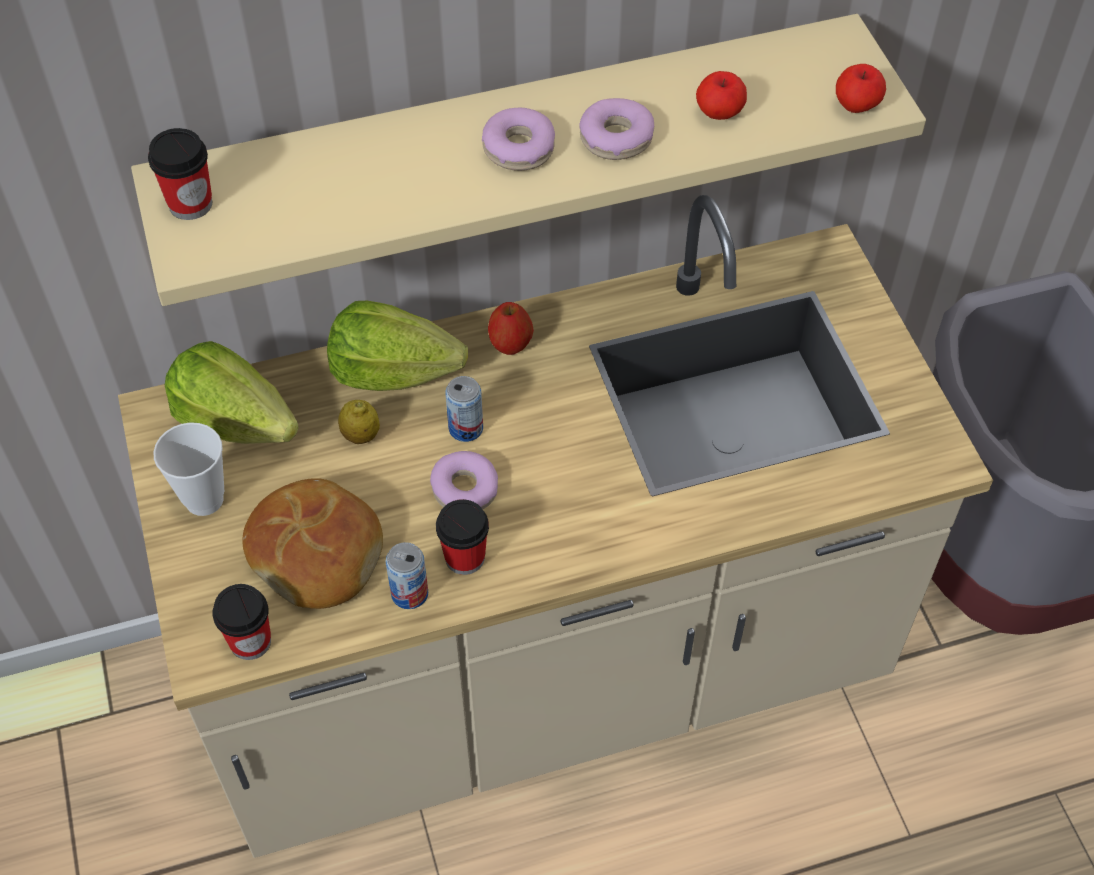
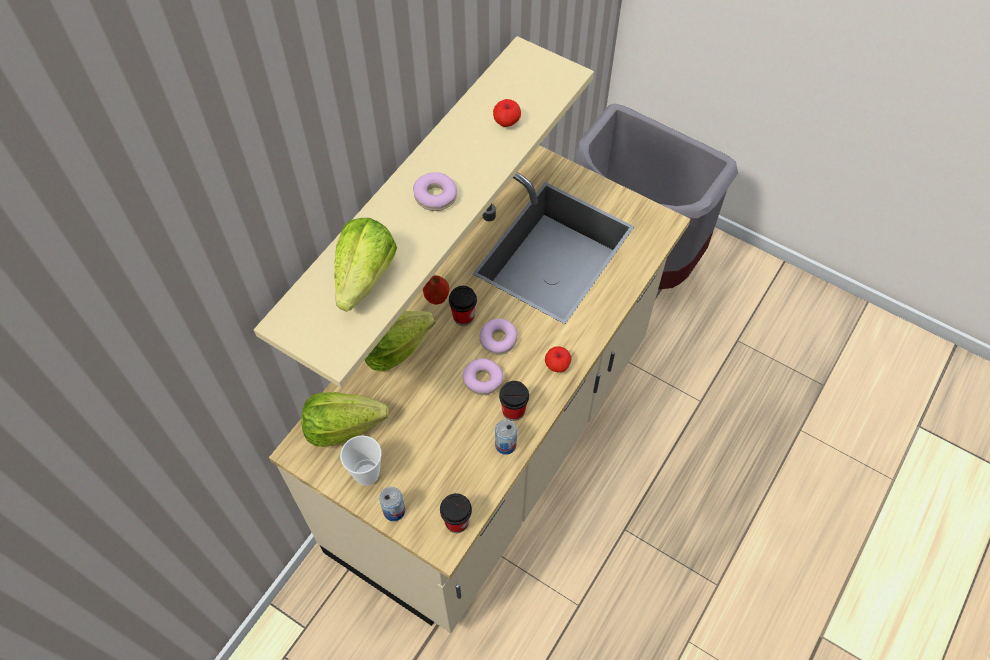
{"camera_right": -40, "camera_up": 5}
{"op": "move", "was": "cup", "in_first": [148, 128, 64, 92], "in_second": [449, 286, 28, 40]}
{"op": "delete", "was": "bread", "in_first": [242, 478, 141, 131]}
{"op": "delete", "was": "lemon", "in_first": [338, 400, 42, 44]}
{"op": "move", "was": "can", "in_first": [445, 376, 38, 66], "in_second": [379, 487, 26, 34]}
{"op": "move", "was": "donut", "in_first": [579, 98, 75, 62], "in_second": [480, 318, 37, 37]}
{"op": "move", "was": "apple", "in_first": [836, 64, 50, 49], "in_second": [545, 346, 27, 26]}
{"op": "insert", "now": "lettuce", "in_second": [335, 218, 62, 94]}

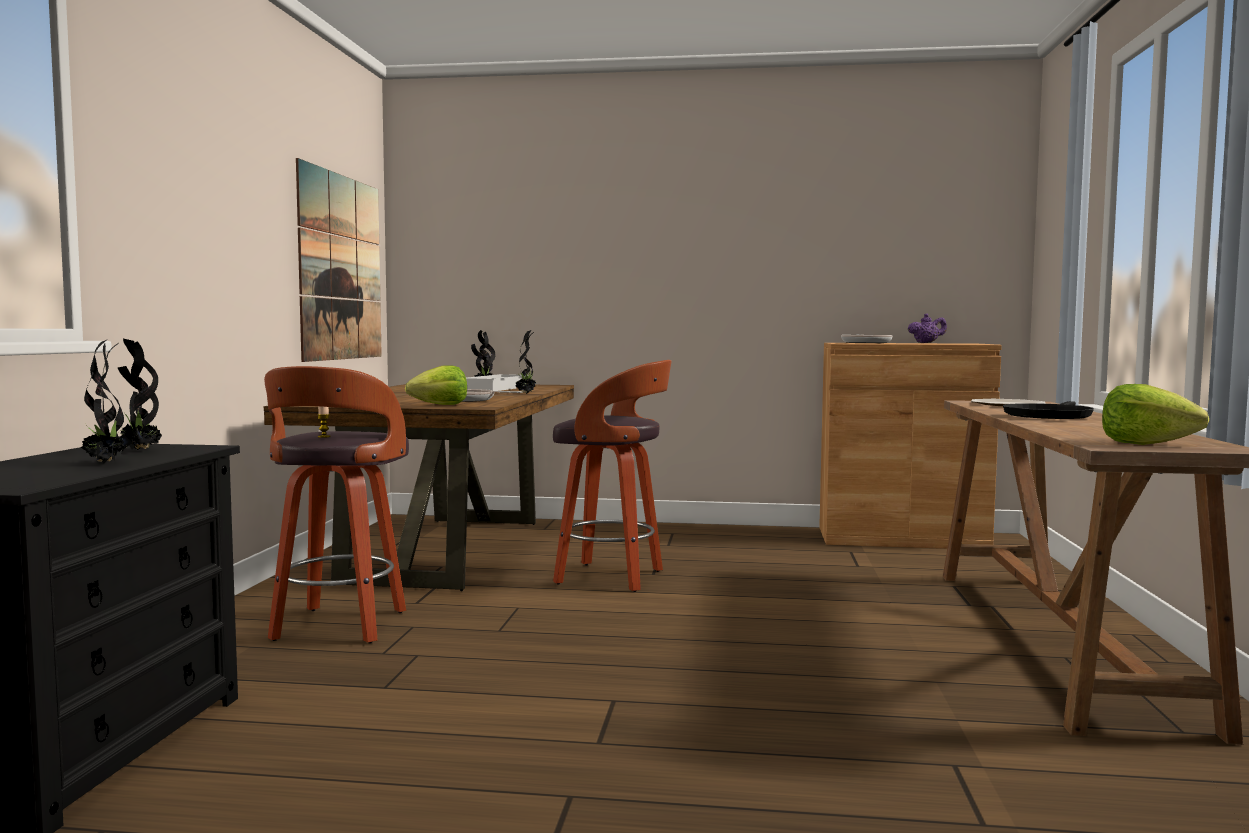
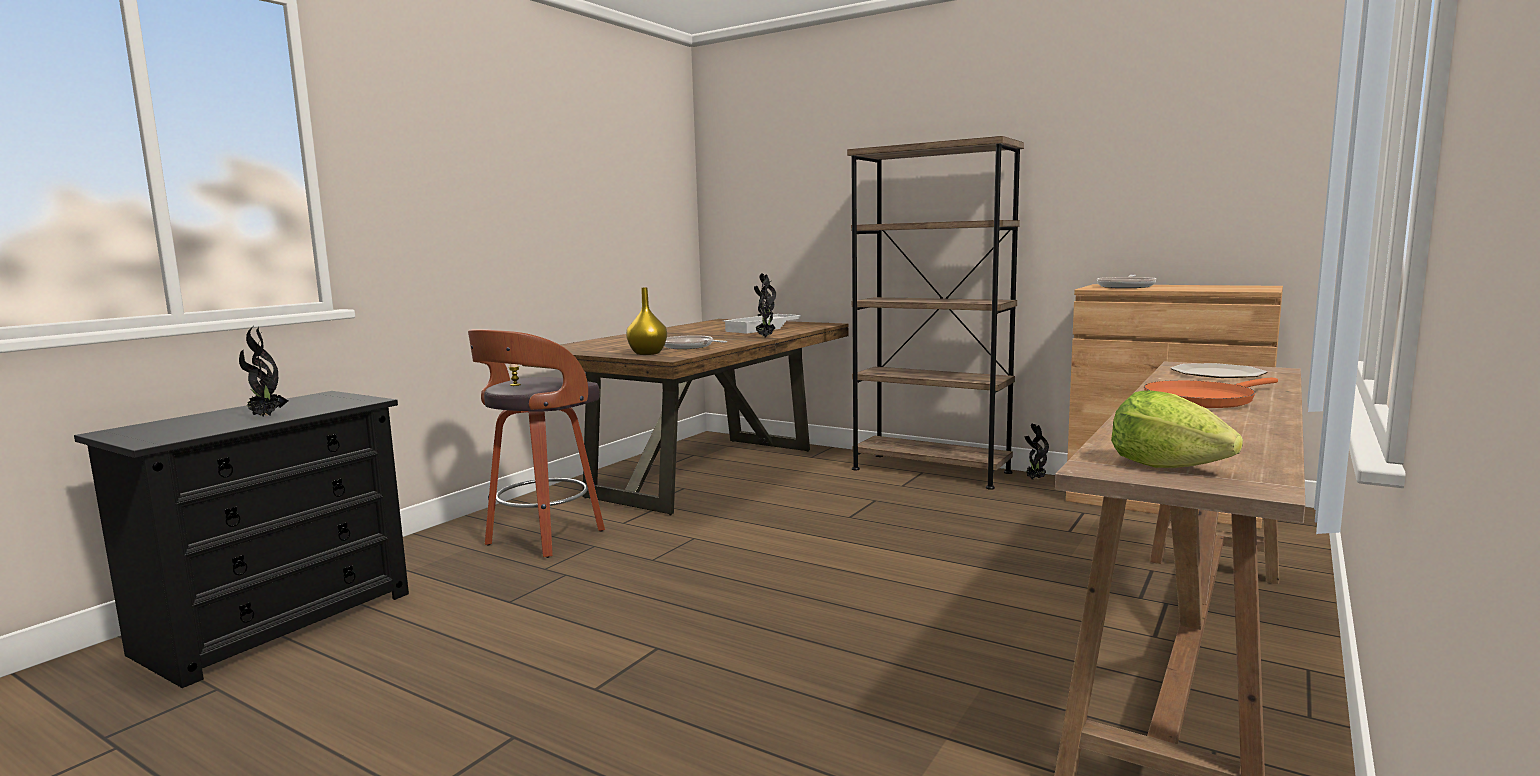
{"camera_right": 25, "camera_up": 5}
{"op": "move", "was": "potted plant", "in_first": [118, 339, 44, 111], "in_second": [1024, 423, 25, 56]}
{"op": "delete", "was": "picture", "in_first": [296, 158, 86, 204]}
{"op": "replace", "was": "lettuce", "now": "yellow vase", "in_first": [405, 365, 62, 40], "in_second": [626, 287, 41, 68]}
{"op": "delete", "was": "stool", "in_first": [553, 360, 119, 232]}
{"op": "delete", "was": "purple teapot", "in_first": [908, 313, 39, 30]}
{"op": "recolor", "was": "black frying pan", "now": "orange frying pan", "in_first": [1003, 401, 91, 18], "in_second": [1144, 377, 134, 31]}
{"op": "insert", "now": "brown bookcase", "in_second": [847, 136, 177, 354]}

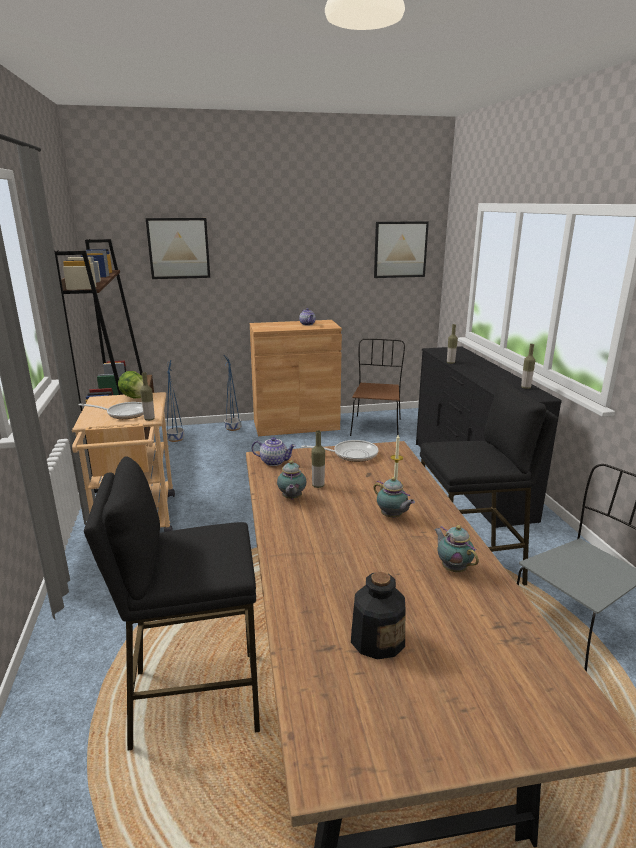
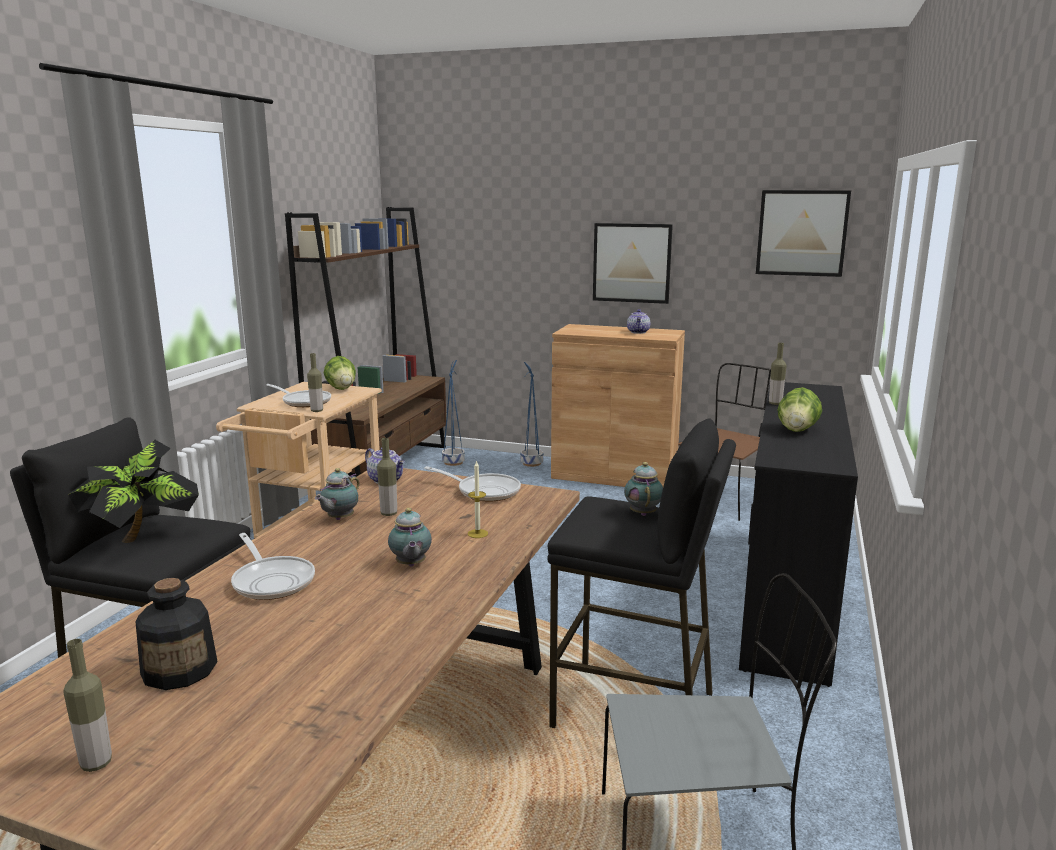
{"camera_right": 30, "camera_up": -5}
{"op": "move", "was": "picture", "in_first": [146, 218, 64, 61], "in_second": [593, 223, 80, 81]}
{"op": "move", "was": "teapot", "in_first": [434, 525, 45, 47], "in_second": [624, 462, 39, 54]}
{"op": "move", "was": "bottle", "in_first": [521, 344, 14, 45], "in_second": [63, 639, 49, 133]}
{"op": "insert", "now": "potted plant", "in_second": [68, 440, 131, 103]}
{"op": "insert", "now": "frying pan", "in_second": [231, 533, 84, 67]}
{"op": "insert", "now": "lettuce", "in_second": [777, 387, 45, 45]}

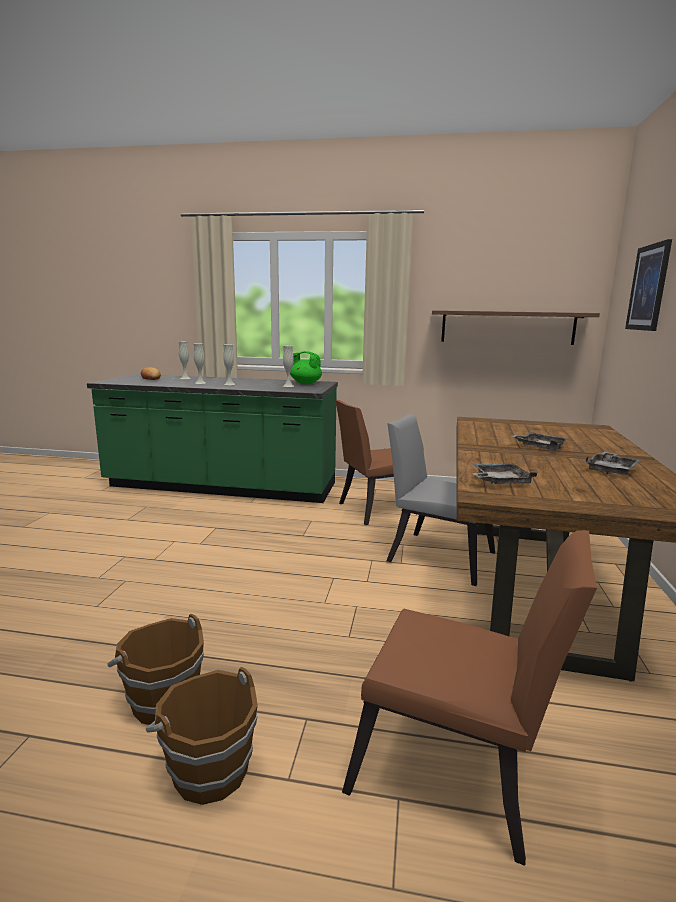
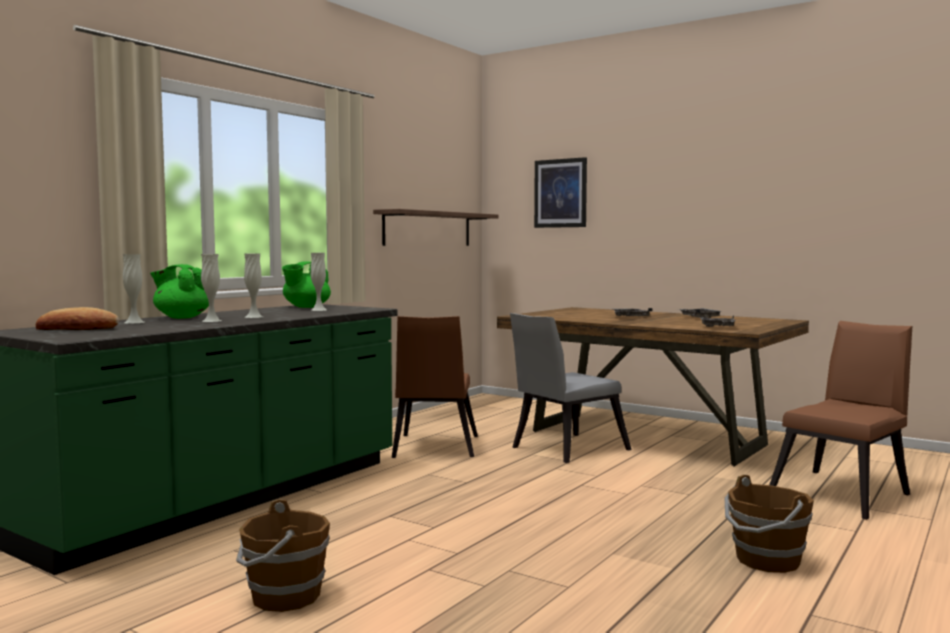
{"camera_right": -65, "camera_up": -10}
{"op": "move", "was": "brown bucket", "in_first": [146, 667, 112, 138], "in_second": [236, 499, 94, 113]}
{"op": "insert", "now": "green teapot", "in_second": [150, 264, 59, 55]}

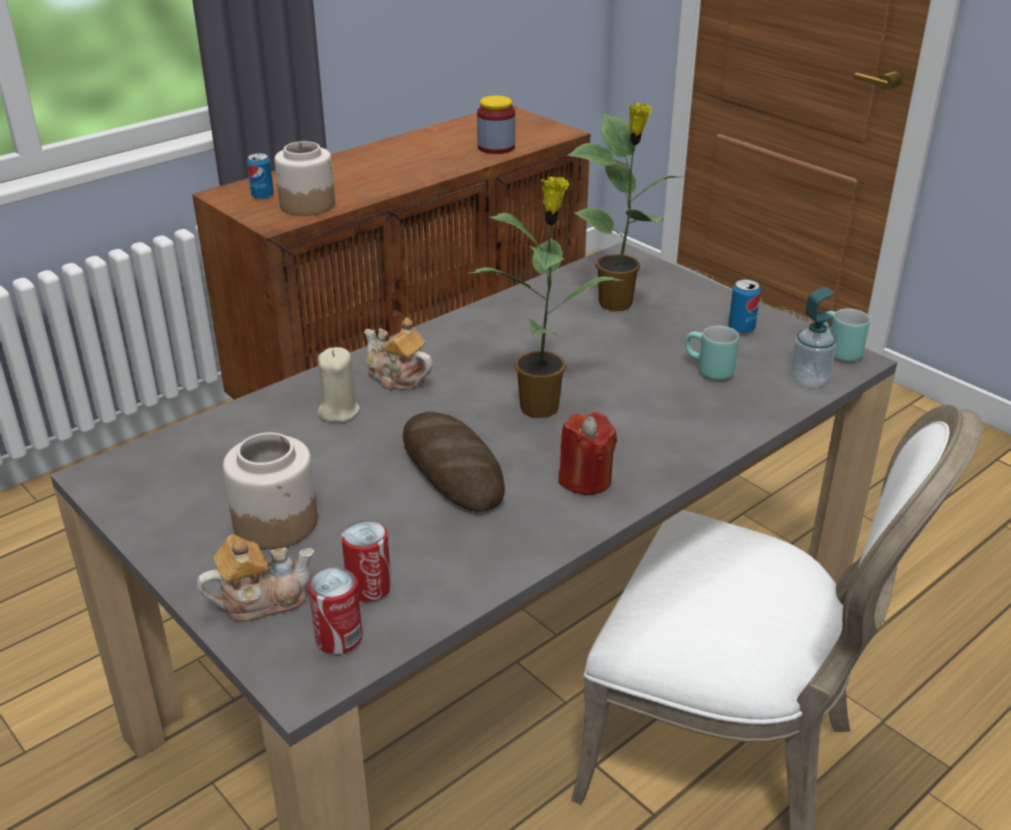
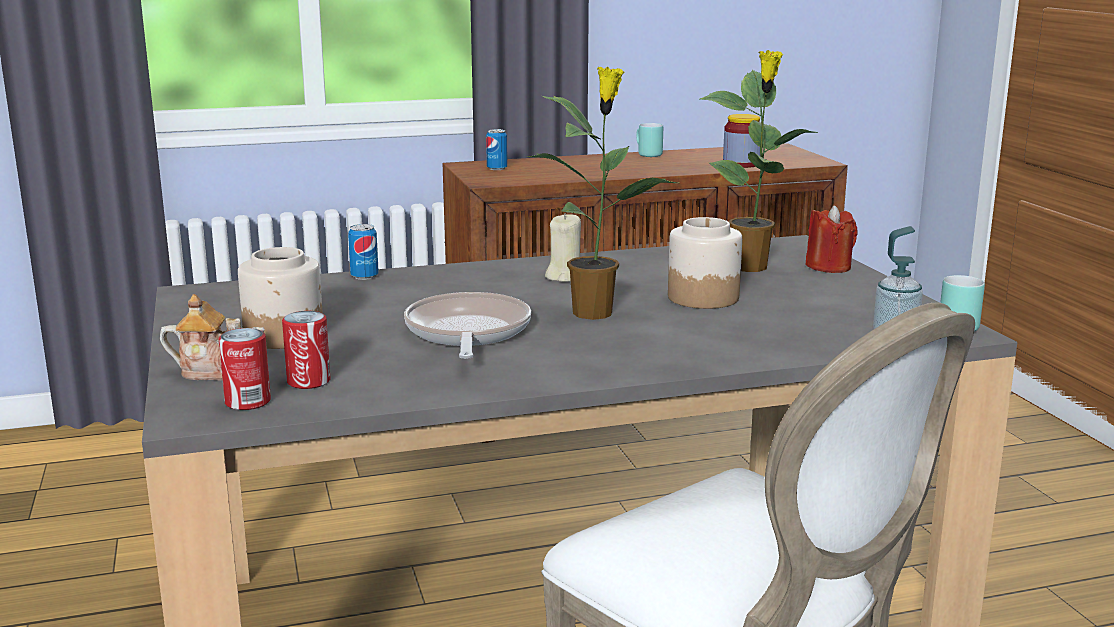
{"camera_right": 25, "camera_up": -15}
{"op": "move", "was": "jar", "in_first": [274, 141, 61, 75], "in_second": [668, 217, 74, 92]}
{"op": "move", "was": "beige candle", "in_first": [318, 347, 42, 75], "in_second": [545, 213, 36, 69]}
{"op": "delete", "was": "teapot", "in_first": [364, 317, 69, 73]}
{"op": "replace", "was": "bread", "now": "frying pan", "in_first": [403, 412, 102, 100], "in_second": [404, 292, 127, 67]}
{"op": "move", "was": "red candle", "in_first": [559, 412, 58, 83], "in_second": [805, 205, 53, 68]}
{"op": "move", "was": "turquoise mug", "in_first": [685, 326, 54, 55], "in_second": [636, 123, 27, 34]}
{"op": "move", "was": "can", "in_first": [728, 279, 33, 55], "in_second": [348, 224, 31, 56]}

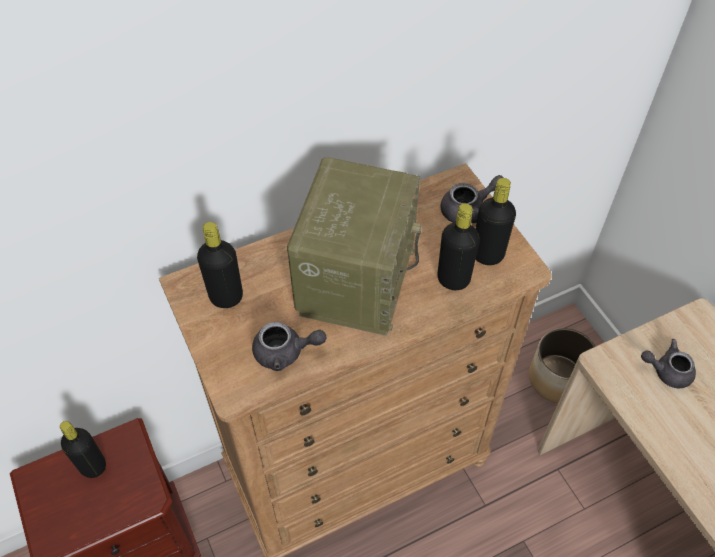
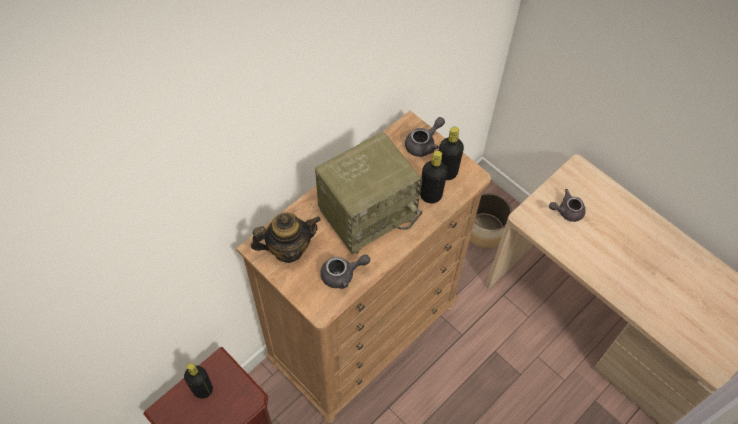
{"camera_right": -20, "camera_up": 5}
{"op": "replace", "was": "black bottle", "now": "teapot", "in_first": [197, 222, 46, 86], "in_second": [251, 212, 70, 51]}
{"op": "rotate", "was": "radio", "in_first": [287, 157, 134, 179], "in_second": [315, 132, 107, 122], "clockwise": 60}

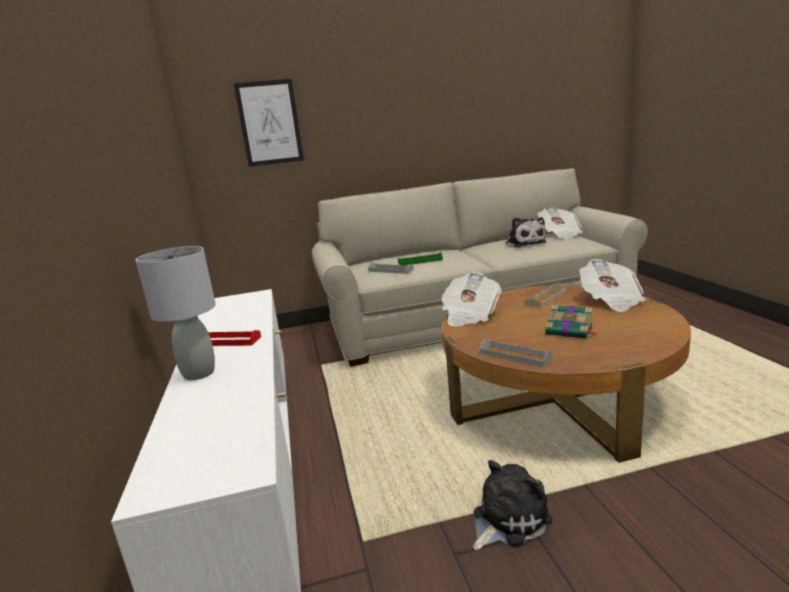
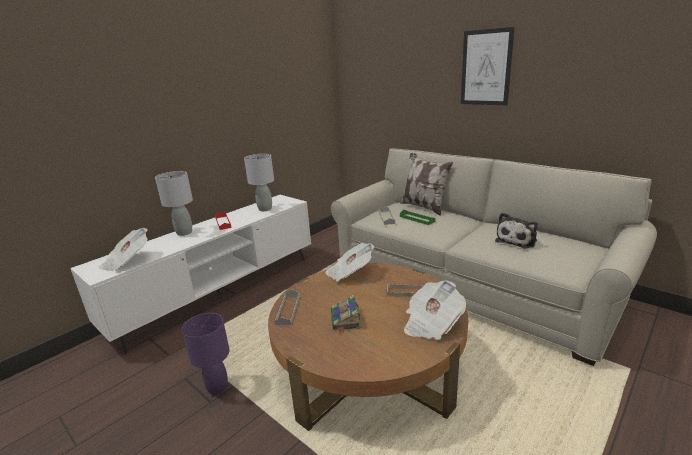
{"camera_right": 55, "camera_up": 5}
{"op": "move", "was": "picture", "in_first": [234, 79, 70, 88], "in_second": [461, 27, 54, 78]}
{"op": "replace", "was": "plush toy", "now": "purple table lamp", "in_first": [473, 460, 79, 91], "in_second": [182, 313, 48, 82]}
{"op": "move", "was": "newspaper", "in_first": [537, 208, 46, 31], "in_second": [99, 228, 49, 43]}
{"op": "insert", "now": "grey table lamp", "in_second": [244, 154, 30, 57]}
{"op": "insert", "now": "pillow", "in_second": [400, 153, 53, 63]}

